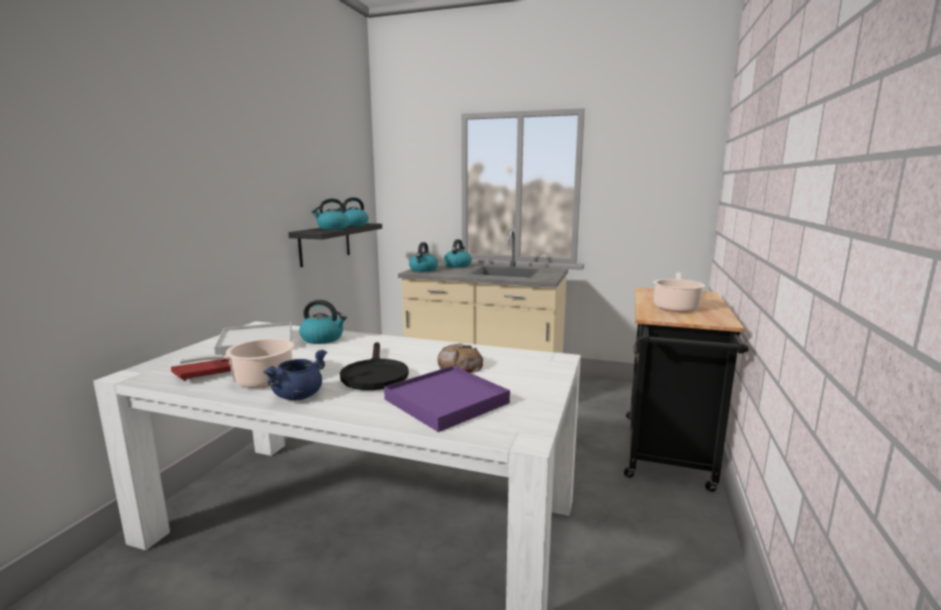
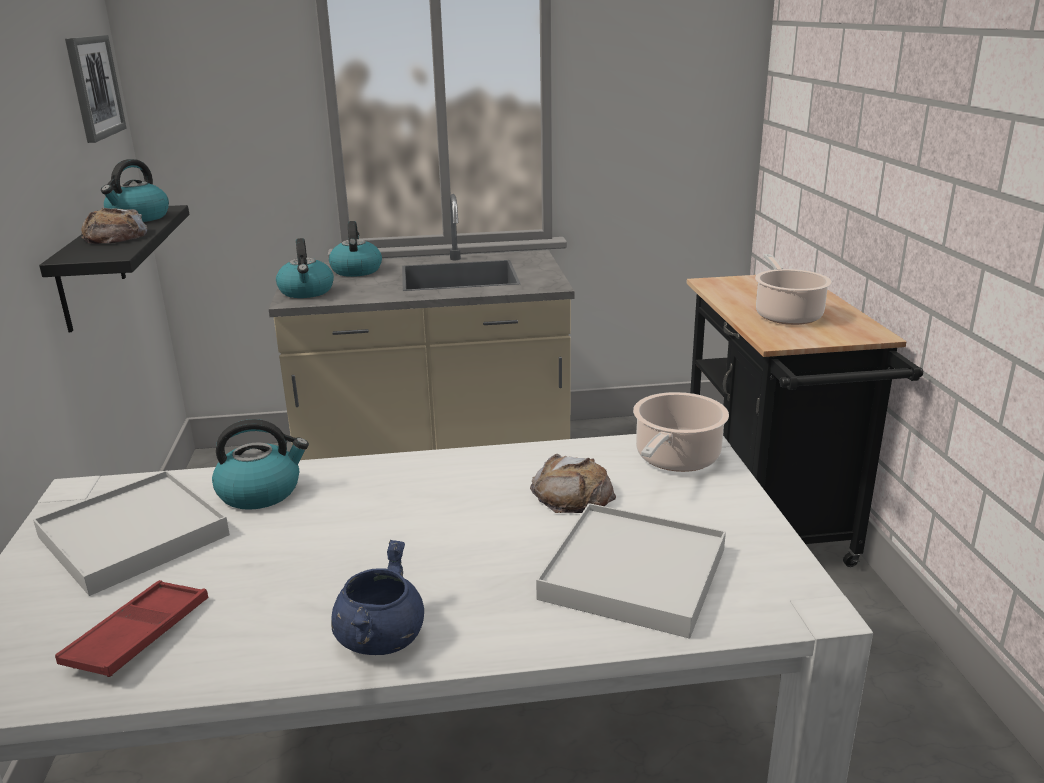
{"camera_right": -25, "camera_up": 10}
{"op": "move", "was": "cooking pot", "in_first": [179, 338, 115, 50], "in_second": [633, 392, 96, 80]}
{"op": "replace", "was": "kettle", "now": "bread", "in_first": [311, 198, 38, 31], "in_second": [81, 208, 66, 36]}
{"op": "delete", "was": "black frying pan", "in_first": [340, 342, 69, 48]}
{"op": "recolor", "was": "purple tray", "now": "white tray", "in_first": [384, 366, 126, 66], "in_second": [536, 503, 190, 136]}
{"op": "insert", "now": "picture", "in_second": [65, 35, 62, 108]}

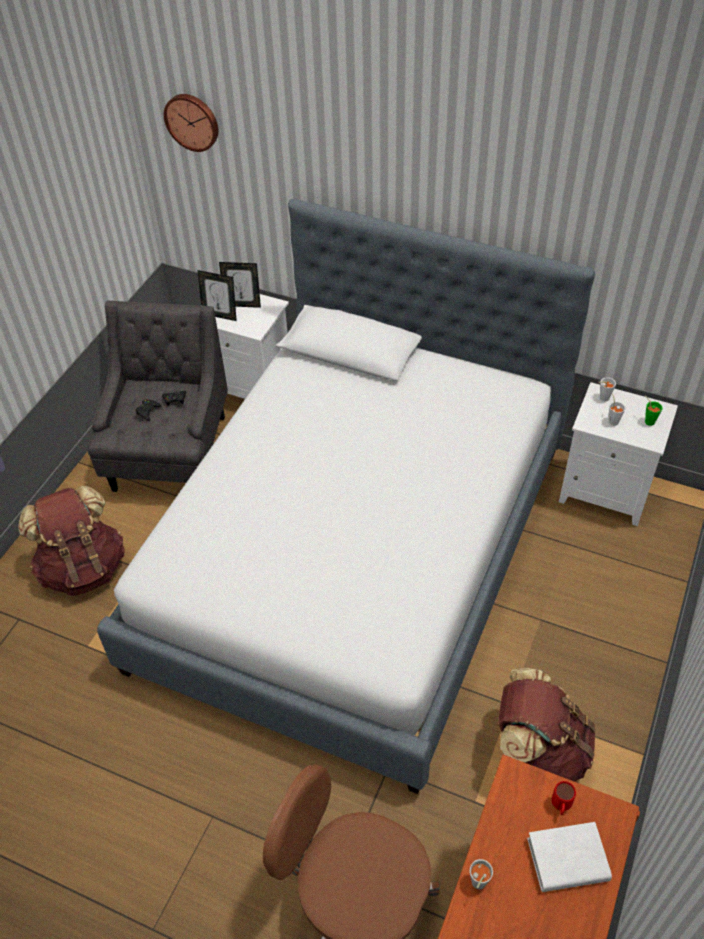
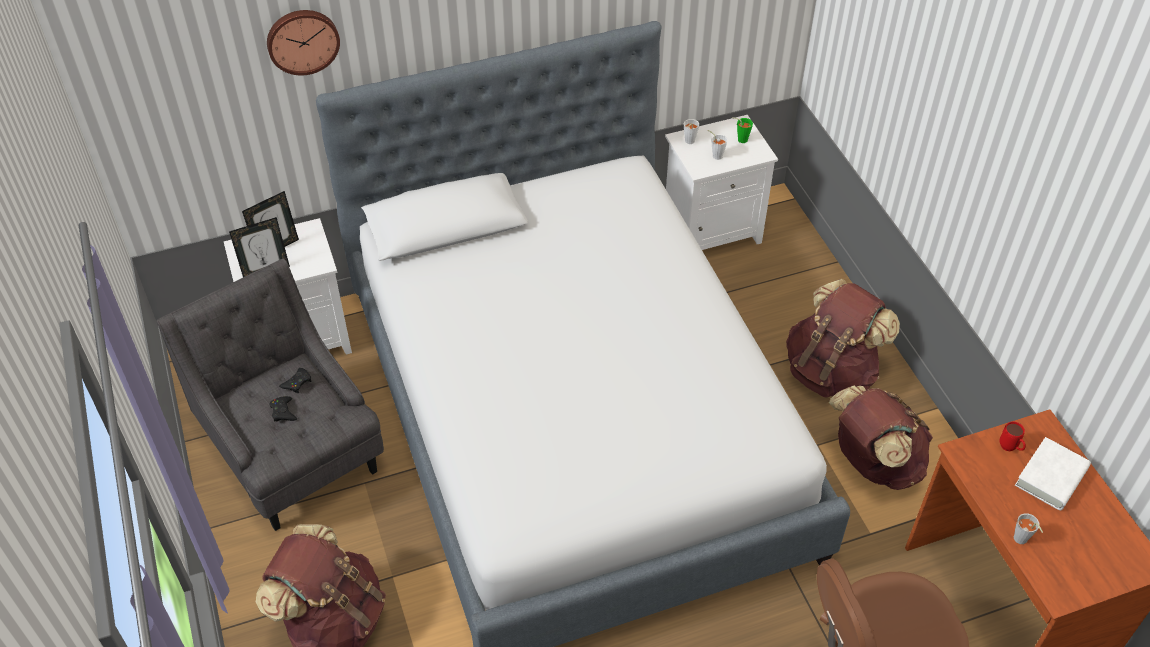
{"camera_right": -45, "camera_up": 0}
{"op": "move", "was": "wall clock", "in_first": [164, 94, 54, 58], "in_second": [267, 10, 73, 65]}
{"op": "insert", "now": "brown backpack", "in_second": [786, 279, 114, 119]}

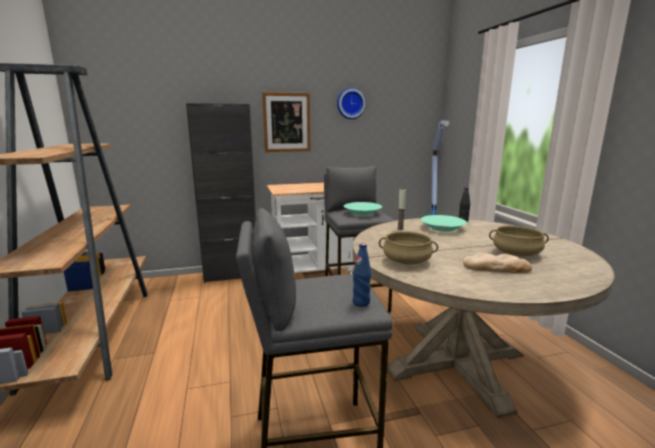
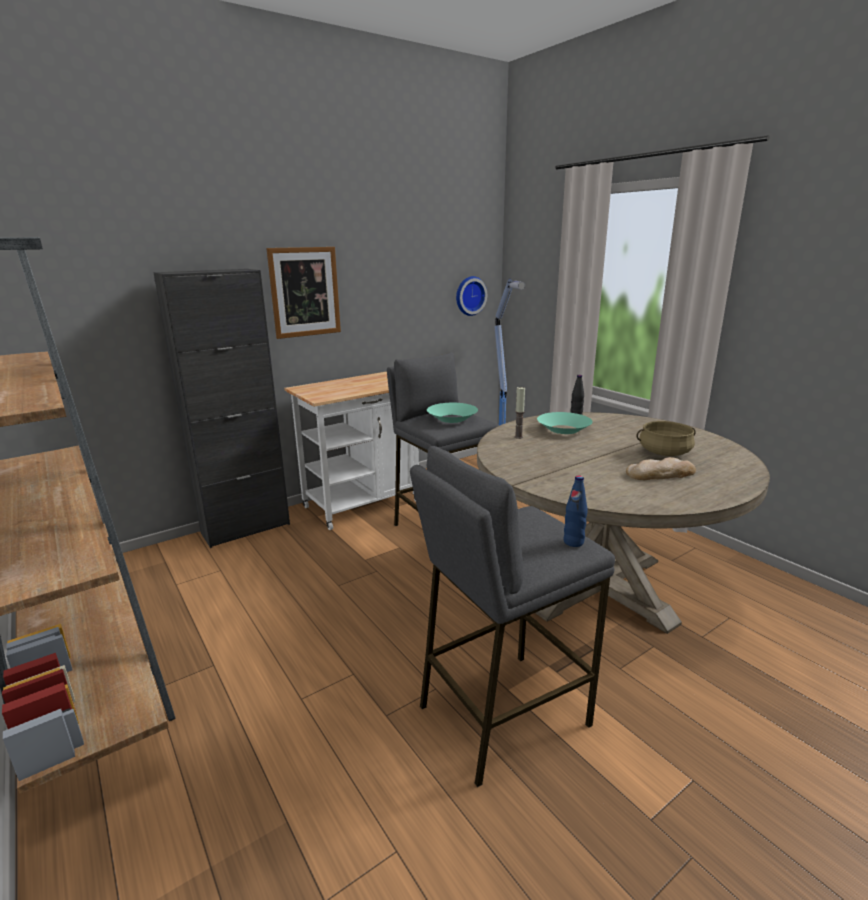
{"camera_right": -20, "camera_up": 5}
{"op": "move", "was": "wall clock", "in_first": [337, 88, 29, 31], "in_second": [456, 276, 31, 40]}
{"op": "delete", "was": "beige cooking pot", "in_first": [379, 231, 59, 34]}

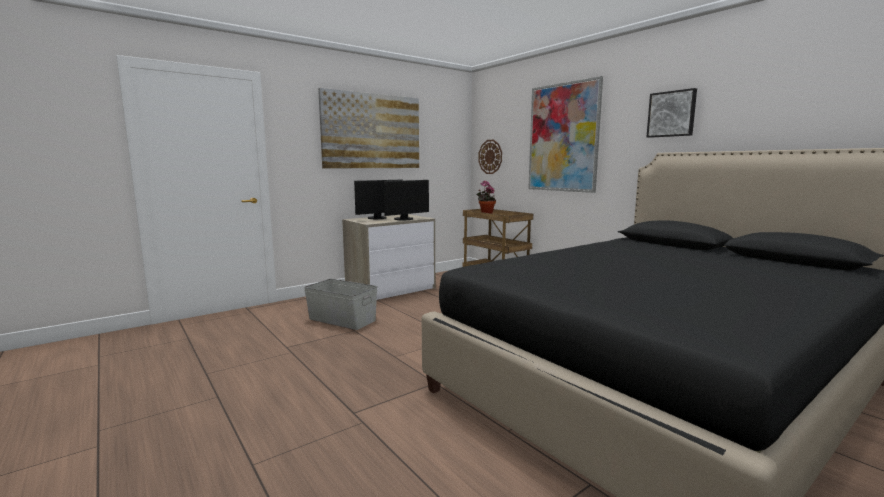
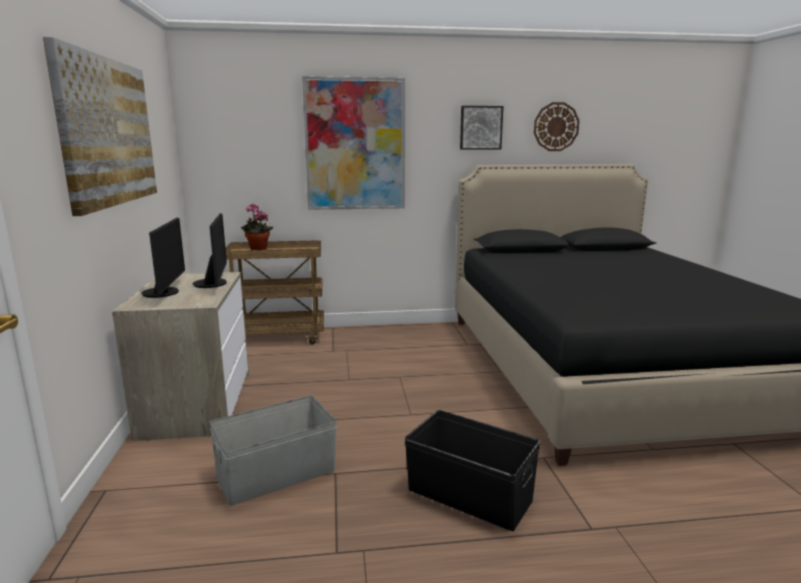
{"camera_right": -60, "camera_up": 5}
{"op": "move", "was": "wall clock", "in_first": [478, 140, 24, 34], "in_second": [534, 102, 46, 49]}
{"op": "insert", "now": "black storage box", "in_second": [405, 410, 135, 121]}

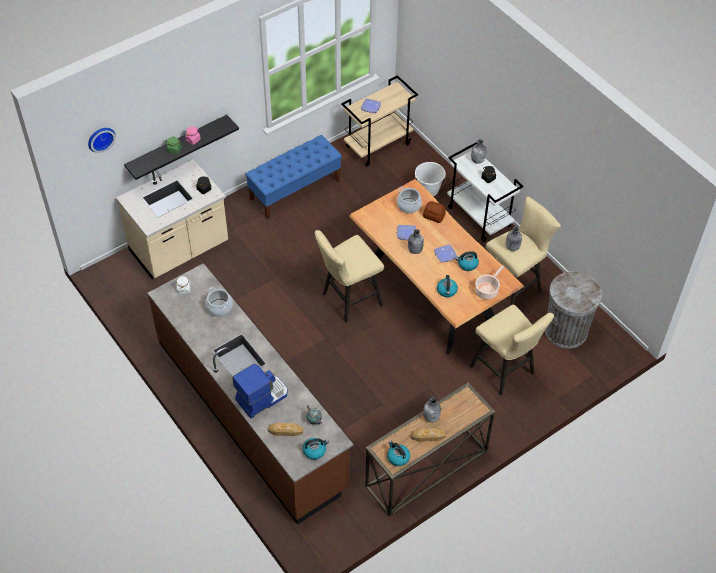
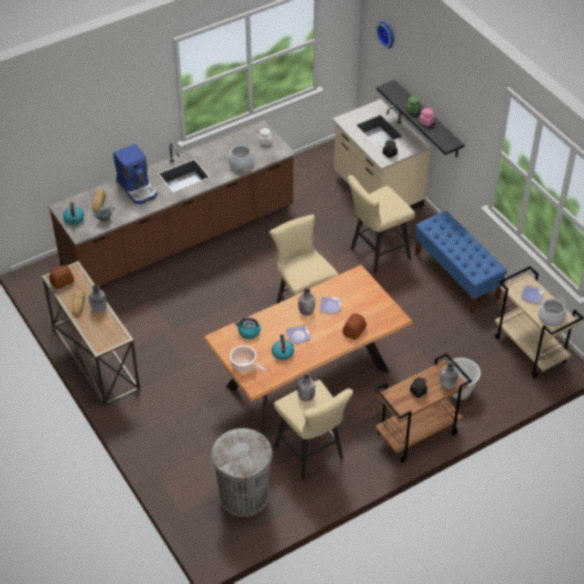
{"camera_right": 95, "camera_up": -5}
{"op": "replace", "was": "kettle", "now": "bread", "in_first": [387, 441, 23, 25], "in_second": [49, 265, 25, 24]}
{"op": "move", "was": "cooking pot", "in_first": [397, 187, 25, 26], "in_second": [538, 298, 28, 29]}
{"op": "recolor", "was": "white cart", "now": "brown cart", "in_first": [447, 143, 76, 99], "in_second": [375, 353, 97, 110]}
{"op": "move", "was": "beige stool", "in_first": [470, 304, 84, 91], "in_second": [348, 175, 67, 99]}

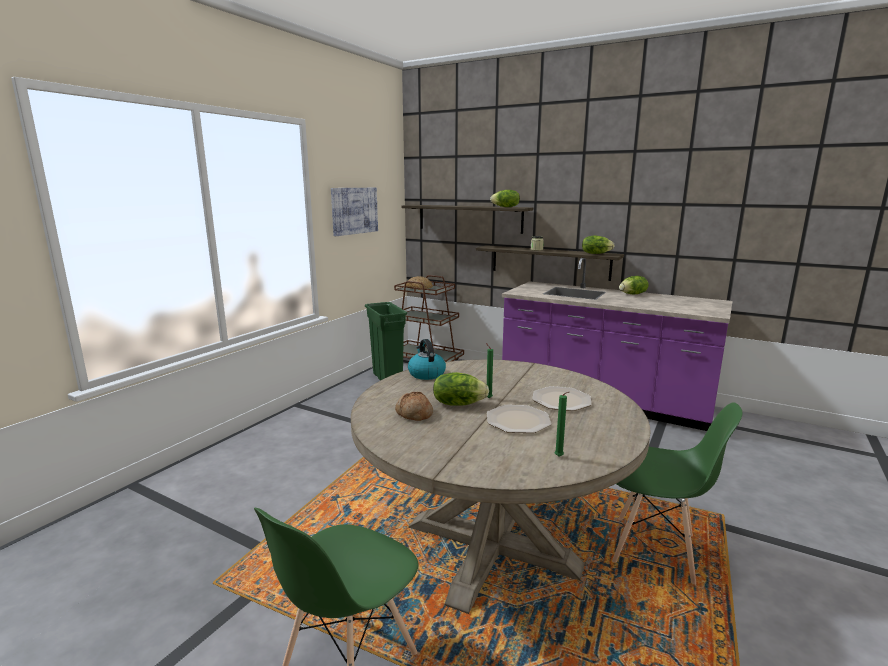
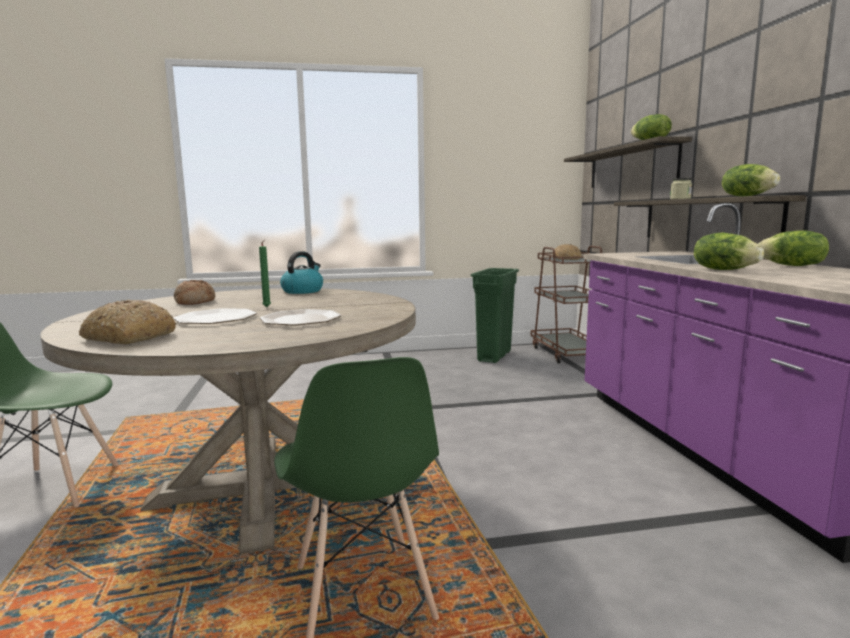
{"camera_right": 50, "camera_up": -5}
{"op": "delete", "was": "picture", "in_first": [331, 188, 47, 48]}
{"op": "move", "was": "lettuce", "in_first": [433, 372, 56, 34], "in_second": [694, 233, 70, 37]}
{"op": "replace", "was": "green candle", "now": "bread", "in_first": [555, 392, 14, 64], "in_second": [79, 300, 98, 44]}

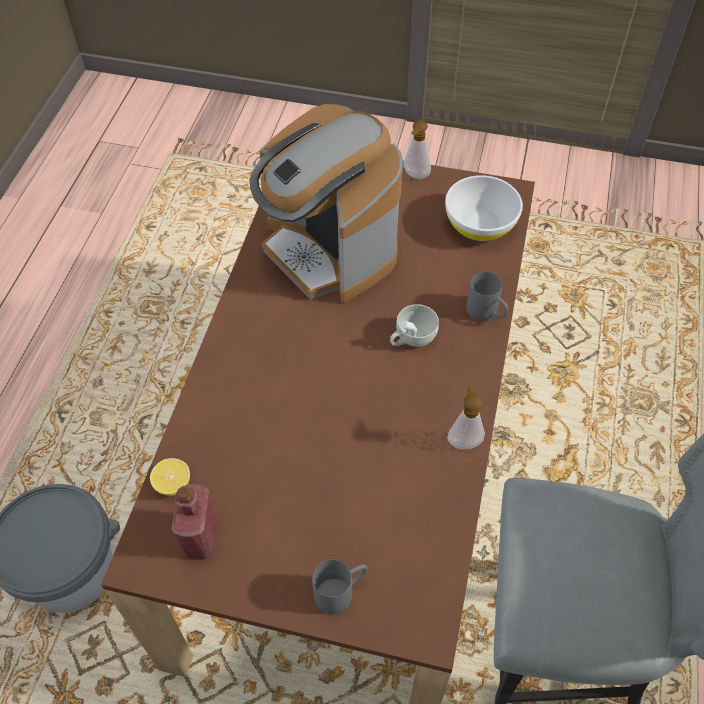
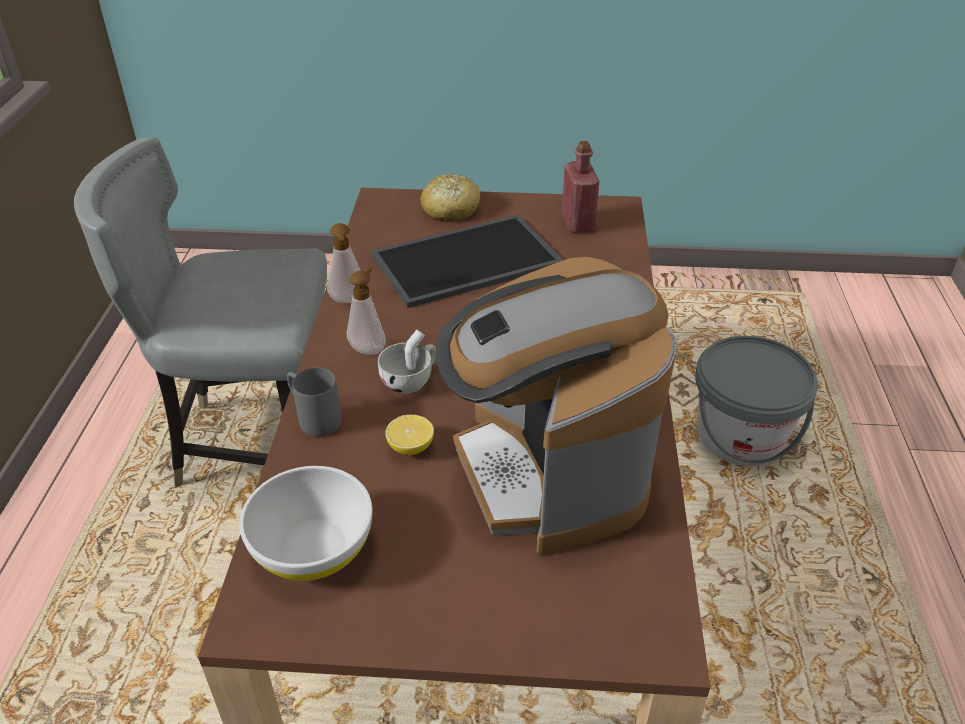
{"camera_right": 170, "camera_up": -15}
{"op": "move", "was": "lemon", "in_first": [150, 458, 40, 38], "in_second": [385, 415, 49, 40]}
{"op": "rotate", "was": "coffee machine", "in_first": [249, 104, 154, 199], "in_second": [436, 257, 240, 298], "clockwise": -150}
{"op": "replace", "was": "grey mug", "now": "bread", "in_first": [312, 559, 56, 55], "in_second": [421, 174, 59, 46]}
{"op": "move", "was": "soap dispenser", "in_first": [403, 120, 28, 59], "in_second": [347, 266, 39, 89]}
{"op": "insert", "now": "tray", "in_second": [371, 214, 192, 94]}

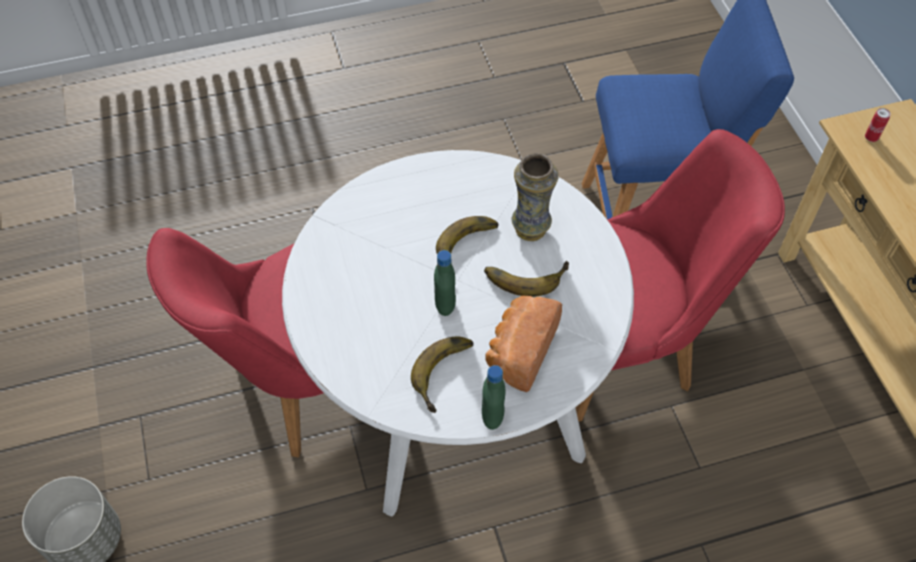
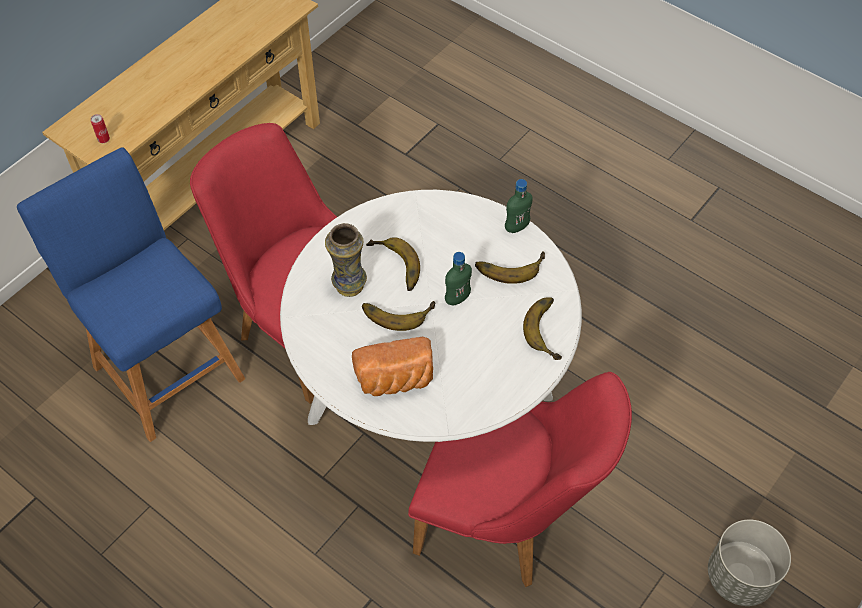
{"camera_right": -125, "camera_up": 0}
{"op": "move", "was": "bread", "in_first": [486, 296, 76, 96], "in_second": [352, 337, 81, 59]}
{"op": "insert", "now": "banana", "in_second": [523, 297, 39, 63]}

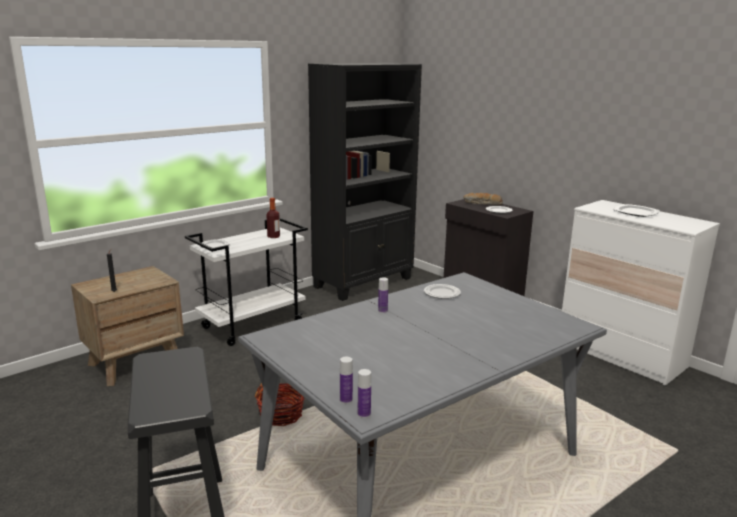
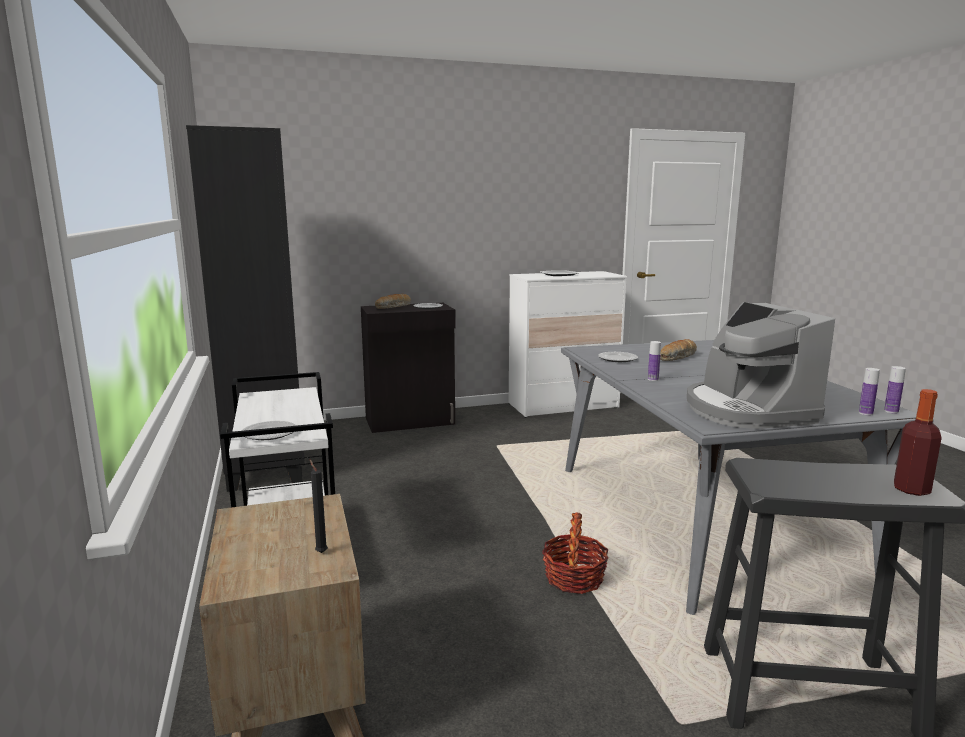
{"camera_right": -65, "camera_up": -5}
{"op": "move", "was": "bottle", "in_first": [266, 198, 14, 40], "in_second": [894, 389, 48, 107]}
{"op": "insert", "now": "bread", "in_second": [660, 339, 37, 22]}
{"op": "insert", "now": "coffee machine", "in_second": [687, 302, 148, 127]}

